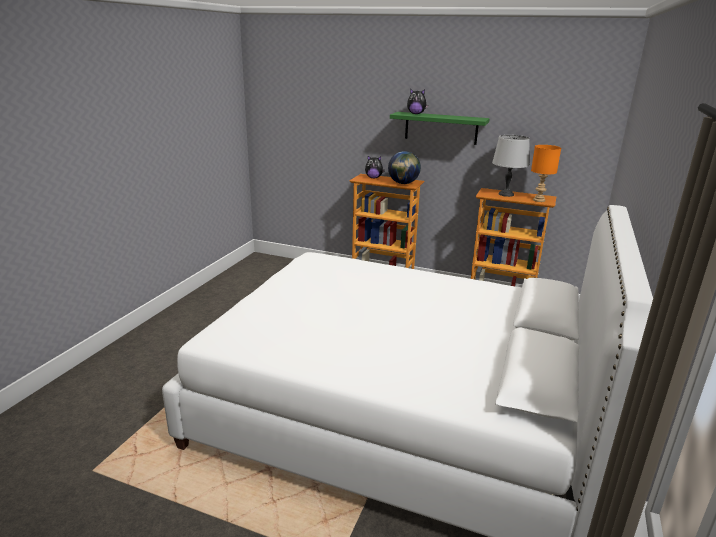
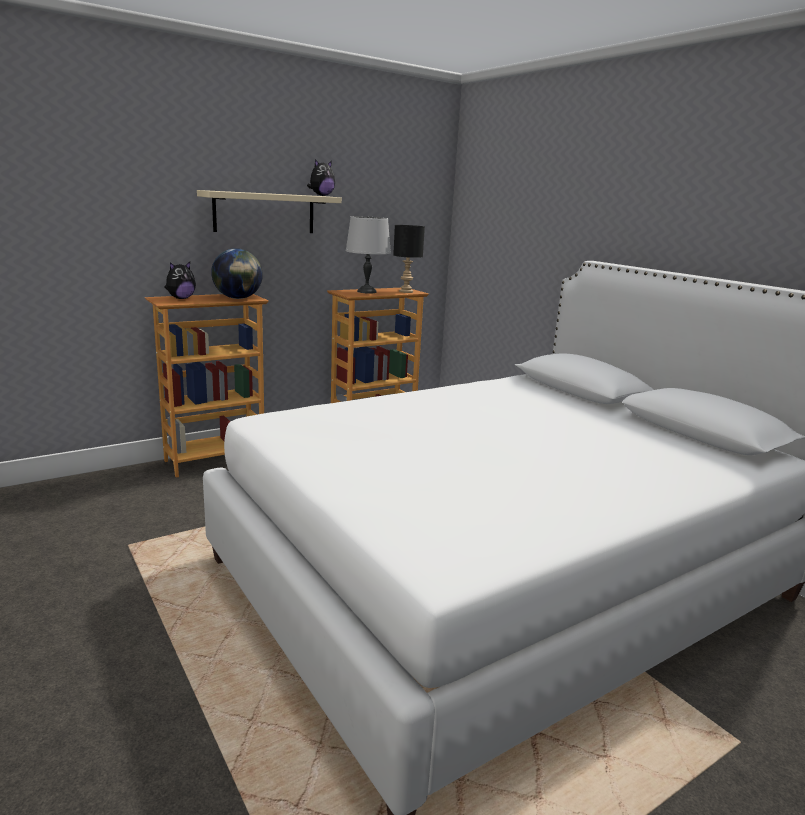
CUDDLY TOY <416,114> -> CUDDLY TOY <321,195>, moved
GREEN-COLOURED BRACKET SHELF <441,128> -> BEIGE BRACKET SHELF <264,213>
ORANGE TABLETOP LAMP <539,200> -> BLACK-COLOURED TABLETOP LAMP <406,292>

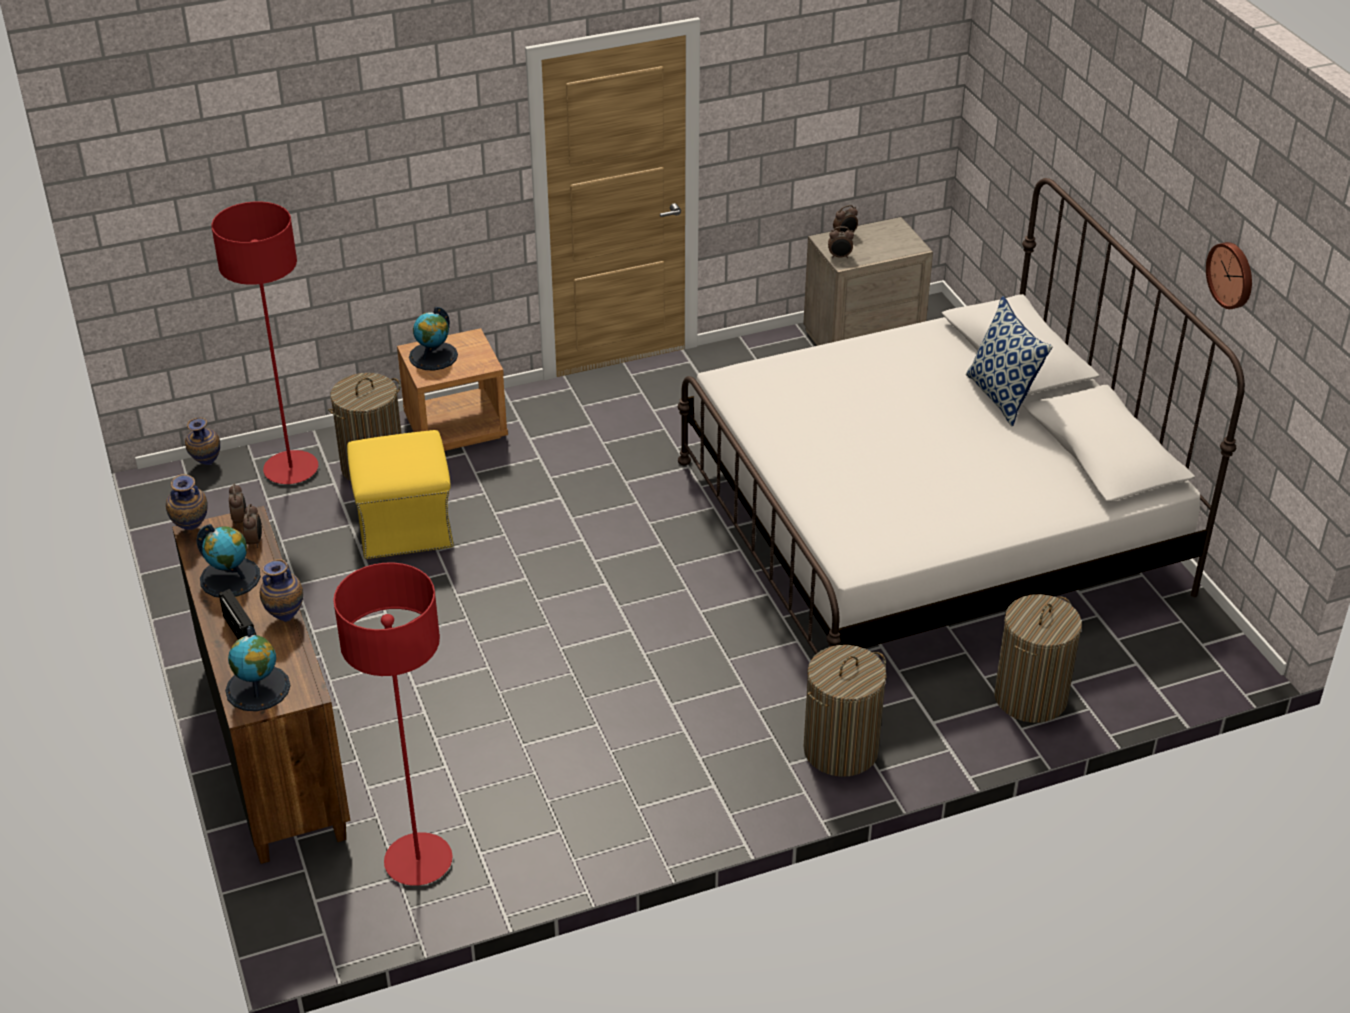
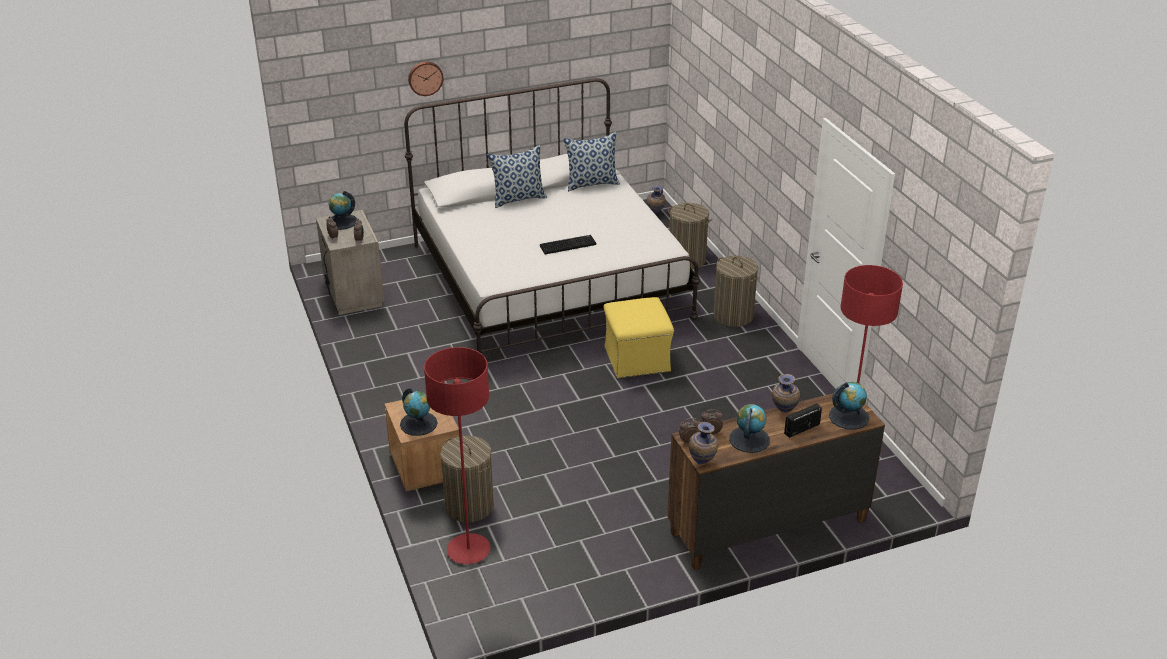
WALL CLOCK <1232,275> -> WALL CLOCK <425,78>, moved
VASE <206,464> -> VASE <655,213>, moved
YELLOW FOOTREST <406,526> -> YELLOW FOOTREST <636,359>, moved
none -> THROW PILLOW <592,184>
none -> DESK GLOBE <342,222>
none -> PC KEYBOARD <568,245>

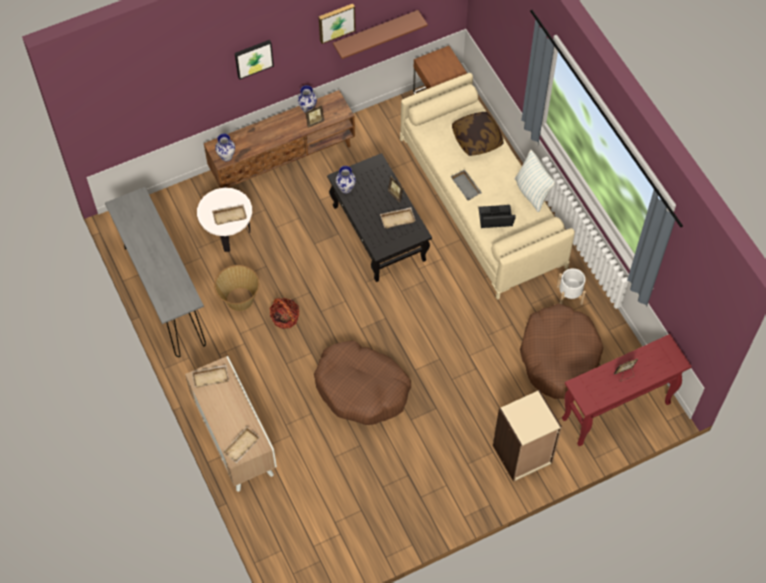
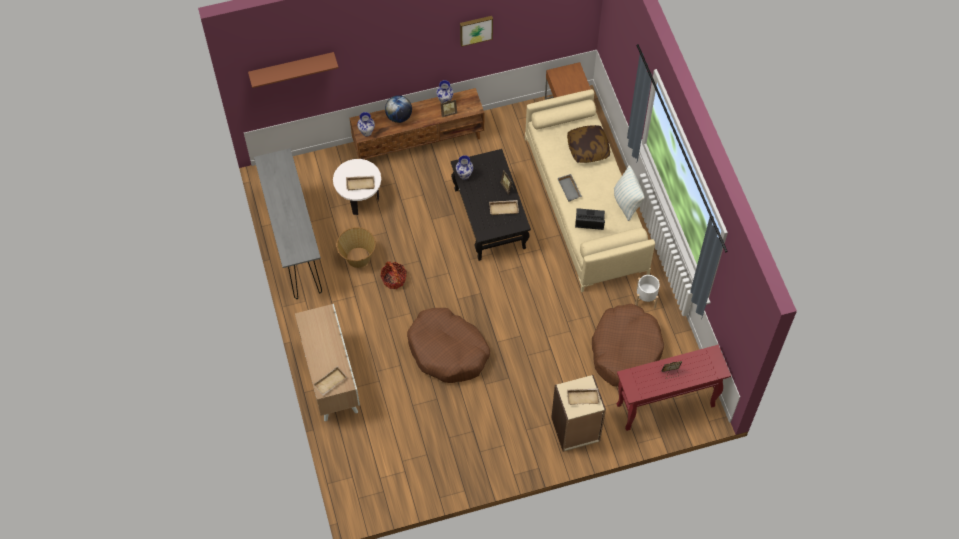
BROWN BRACKET SHELF <375,34> -> BROWN BRACKET SHELF <292,68>, moved
PICTURE <253,58> -> none
BEIGE CARRYING TRAY <211,377> -> BEIGE CARRYING TRAY <583,397>, moved
none -> DESK GLOBE <399,117>

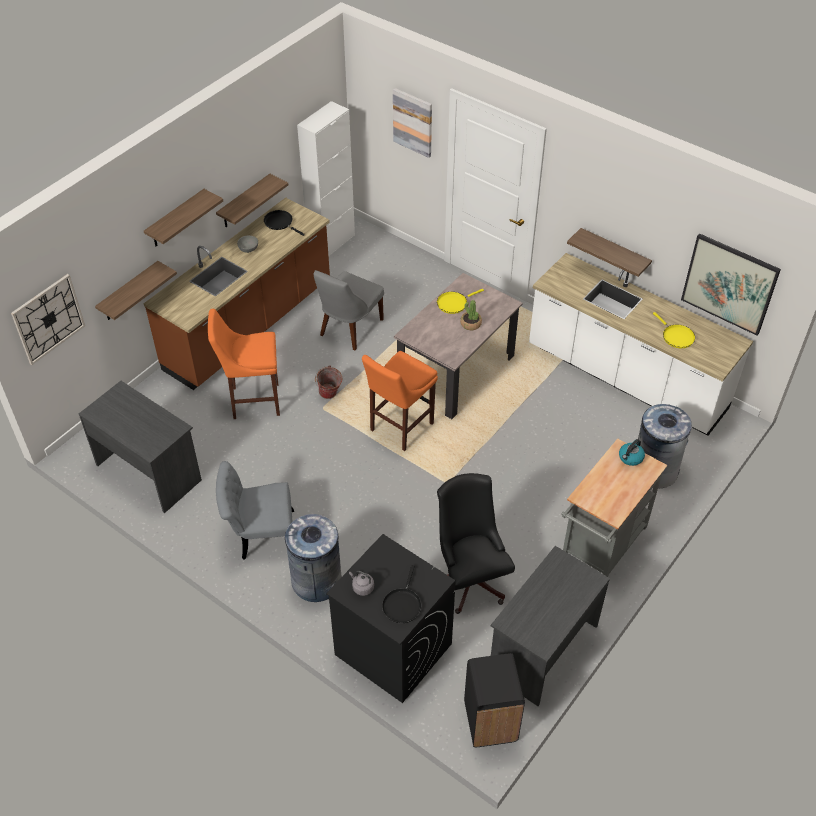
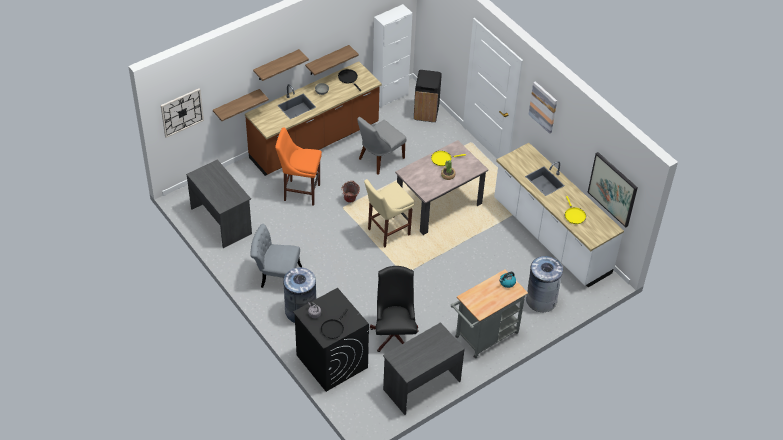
PICTURE <413,122> -> PICTURE <543,107>, moved
BRACKET SHELF <614,253> -> none
ORANGE STOOL SEAT <399,428> -> BEIGE STOOL SEAT <387,232>
BLACK-COLOURED WASTE BIN <491,721> -> BLACK-COLOURED WASTE BIN <426,112>, moved

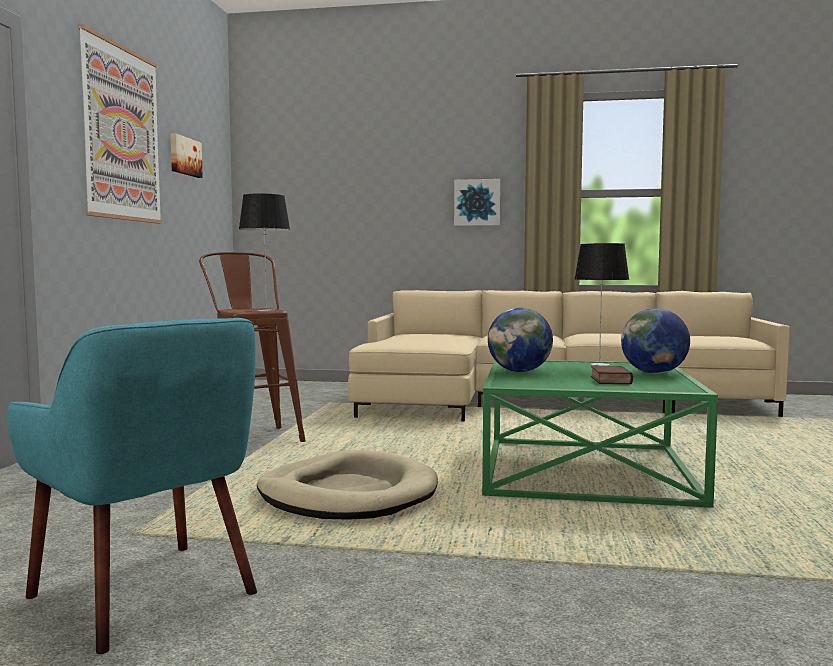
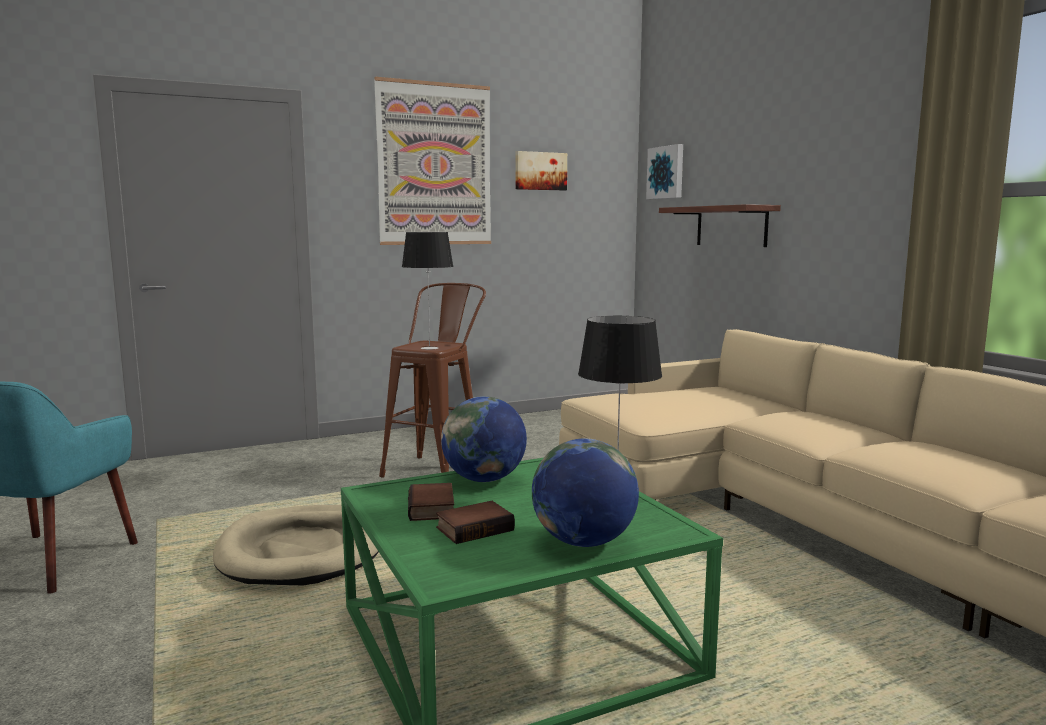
PICTURE <477,202> -> PICTURE <666,172>, moved
none -> BRACKET SHELF <731,226>
none -> VOLUME <433,508>

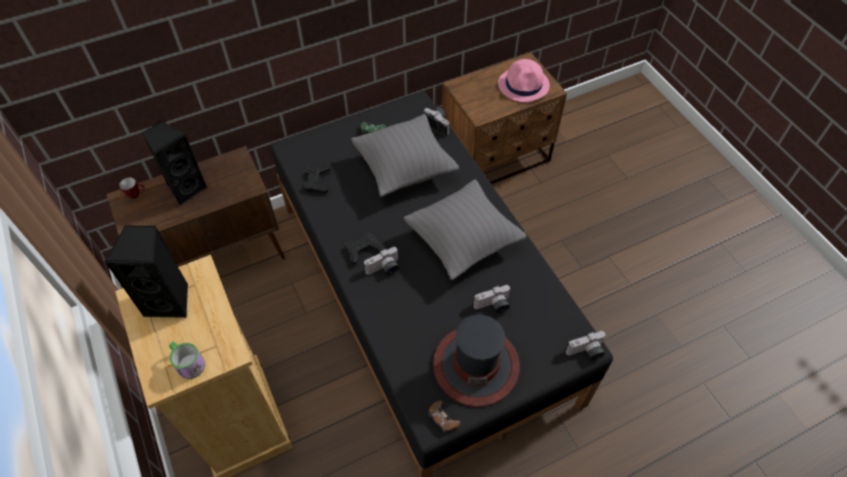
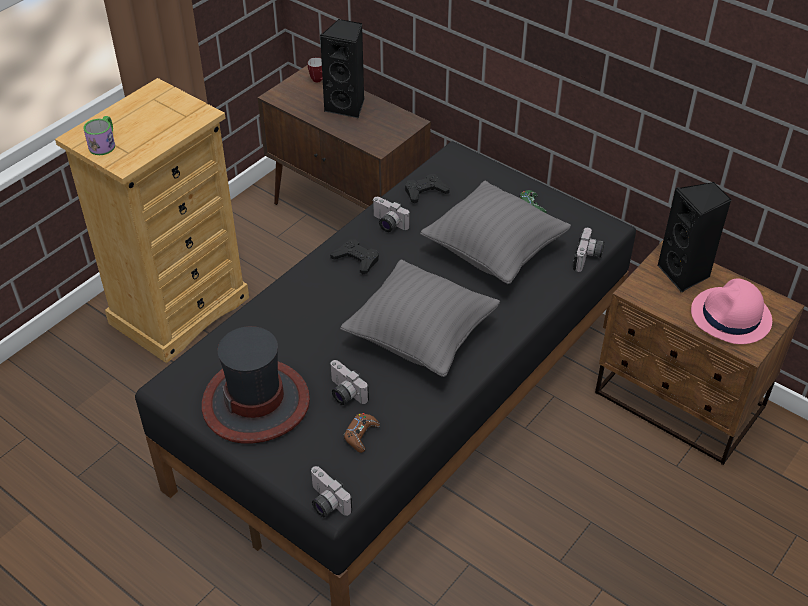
BLACK-COLOURED SPEAKER <170,300> -> BLACK-COLOURED SPEAKER <685,274>, moved
PHOTO CAMERA <384,269> -> PHOTO CAMERA <387,224>, moved
BROWN GAME CONTROLLER <443,418> -> BROWN GAME CONTROLLER <361,435>, moved

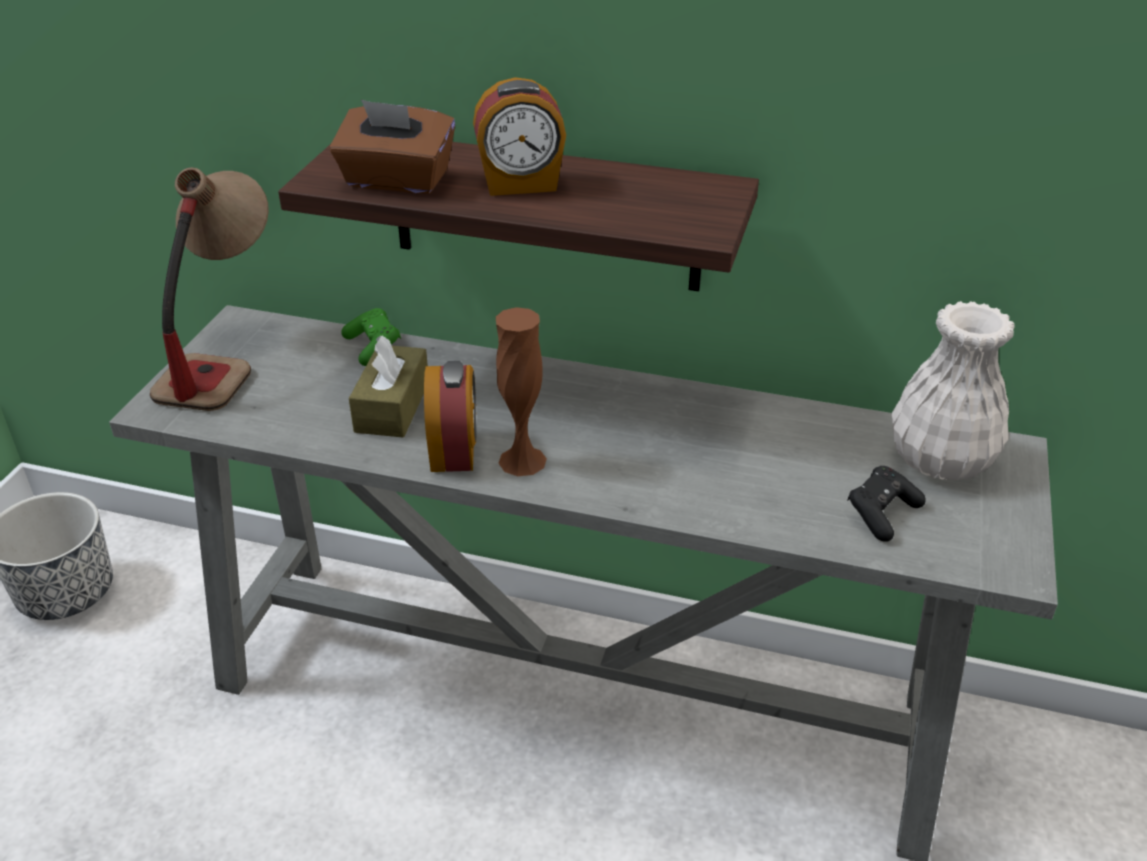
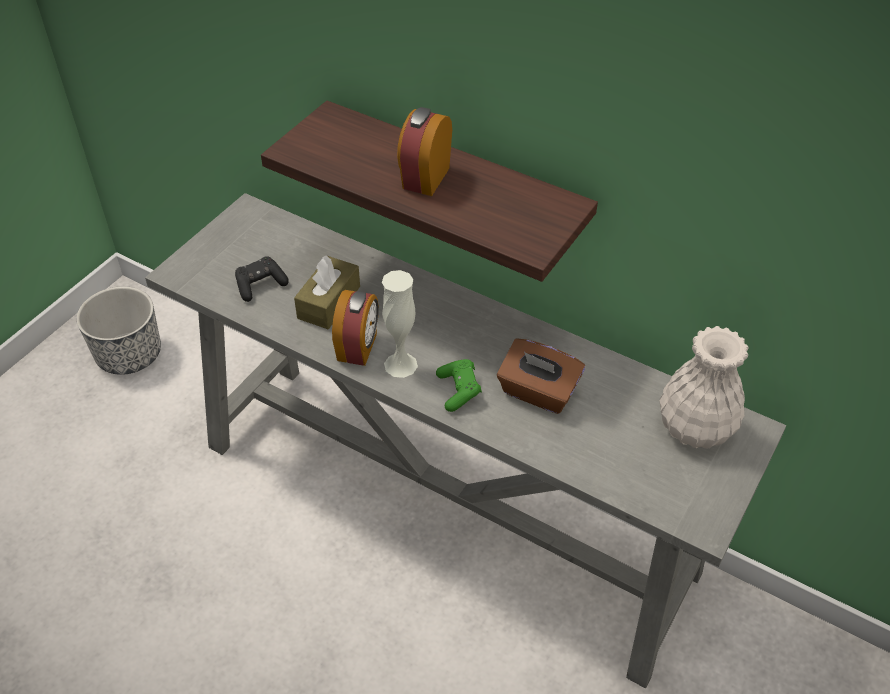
ALARM CLOCK <521,184> -> ALARM CLOCK <424,178>, 105 degrees clockwise
BROWN TISSUE HOLDER <397,181> -> BROWN TISSUE HOLDER <537,392>, moved
TABLETOP LAMP <223,358> -> none
BROWN VASE <522,460> -> WHITISH VASE <400,365>
GREEN-COLOURED GAME CONTROLLER <373,347> -> GREEN-COLOURED GAME CONTROLLER <459,390>, moved
BLACK-COLOURED GAME CONTROLLER <881,513> -> BLACK-COLOURED GAME CONTROLLER <260,285>, moved

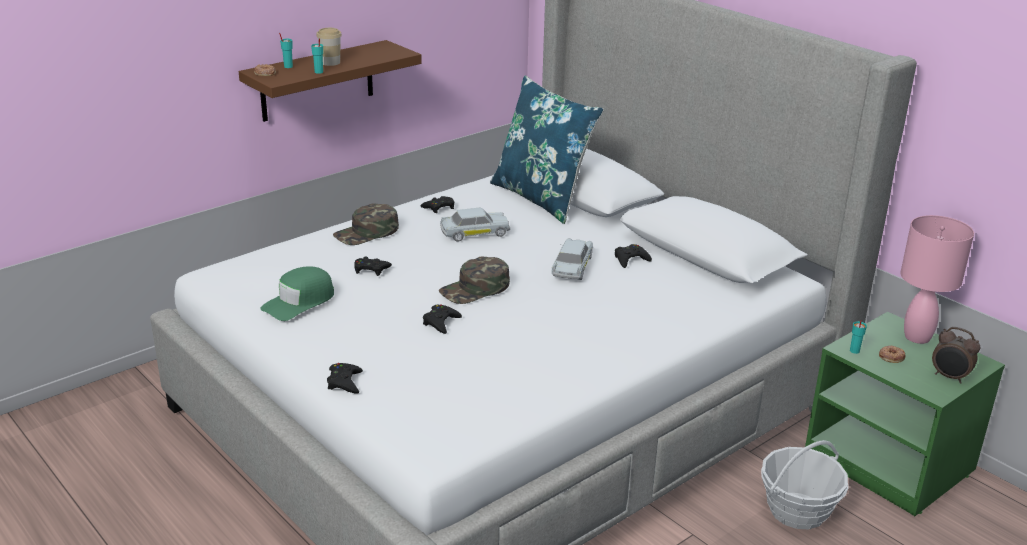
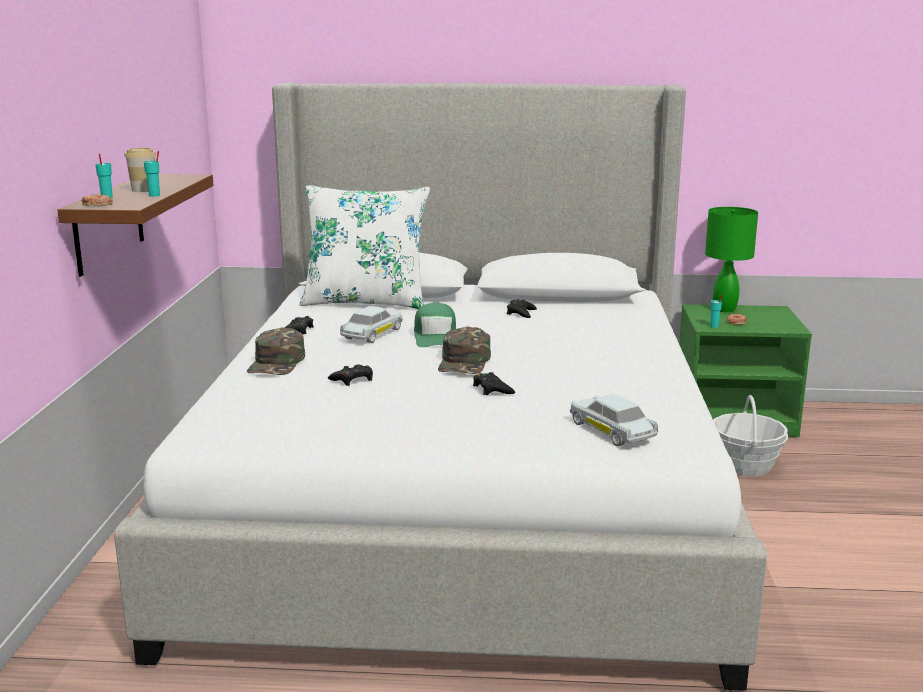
BLUE THROW PILLOW <542,198> -> WHITISH THROW PILLOW <366,302>
PINK TABLETOP LAMP <918,337> -> GREEN-COLOURED TABLETOP LAMP <725,309>
WHITISH TOY CAR <572,267> -> WHITISH TOY CAR <611,431>, moved
GREEN-COLOURED PEAKED CAP <299,302> -> GREEN-COLOURED PEAKED CAP <436,336>, moved
ALARM CLOCK <949,377> -> none
BLACK-COLOURED GAME CONTROLLER <344,382> -> none

